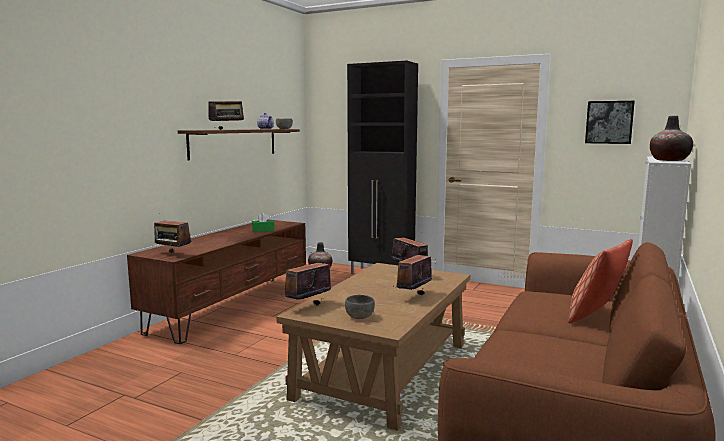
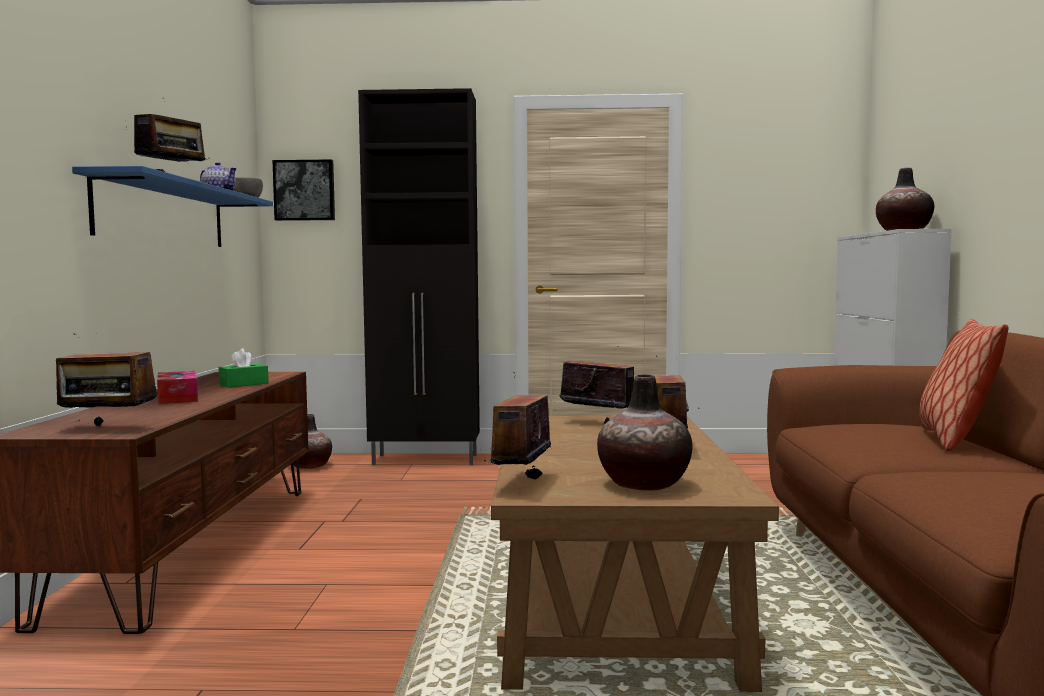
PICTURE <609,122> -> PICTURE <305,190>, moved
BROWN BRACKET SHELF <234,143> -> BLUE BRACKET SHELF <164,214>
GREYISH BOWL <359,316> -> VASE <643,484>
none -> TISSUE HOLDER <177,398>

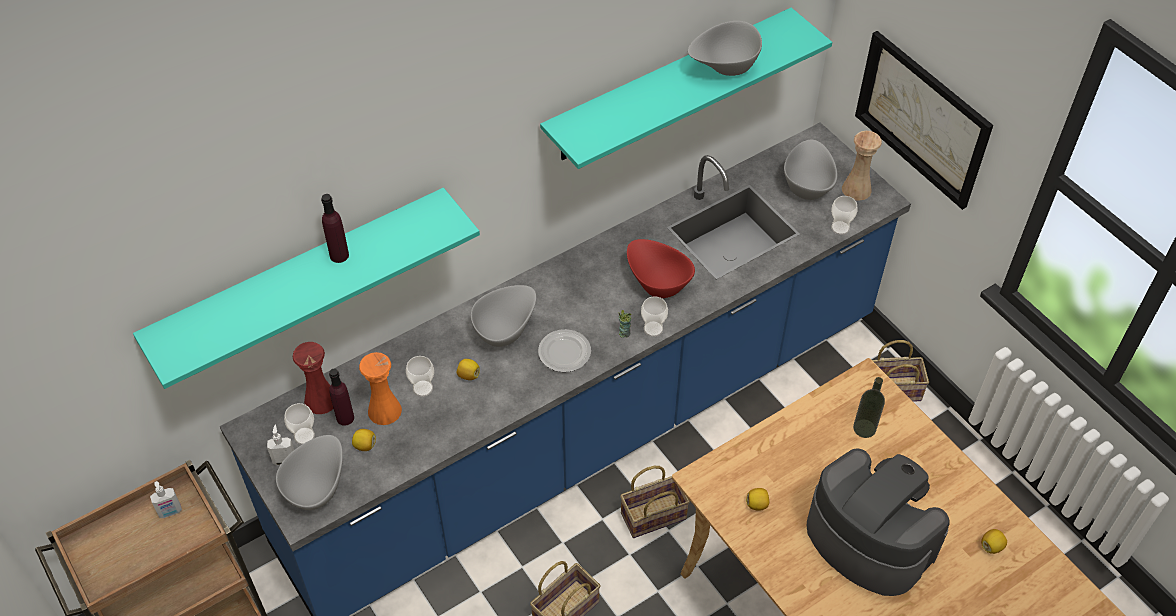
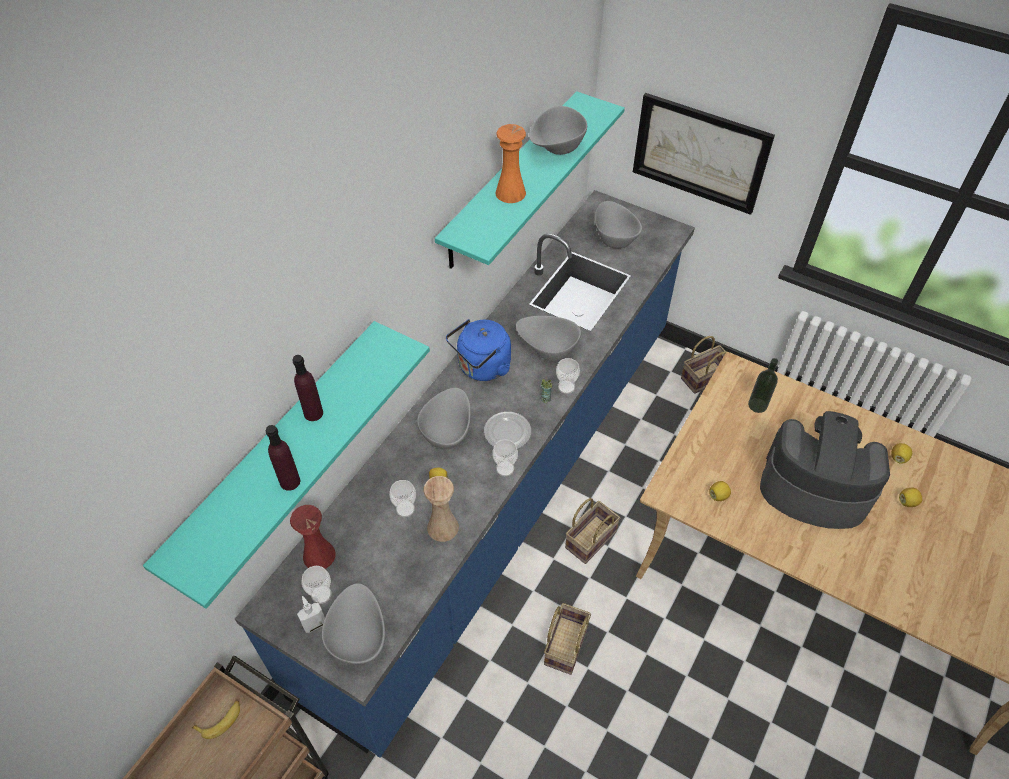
BEIGE VASE <856,189> -> BEIGE VASE <443,527>, moved
CUP <840,228> -> CUP <505,468>, moved
RED-COLOURED BOWL <657,282> -> GREYISH BOWL <547,349>
ORANGE VASE <384,410> -> ORANGE VASE <510,193>, moved
PURPLE BEVERAGE BOTTLE <345,418> -> PURPLE BEVERAGE BOTTLE <290,481>, moved
WHOLE LEMON <365,445> -> WHOLE LEMON <907,502>, moved
SOAP DISPENSER <170,512> -> WHOLE BANANA <221,720>
none -> BLUE TEA KETTLE <481,368>

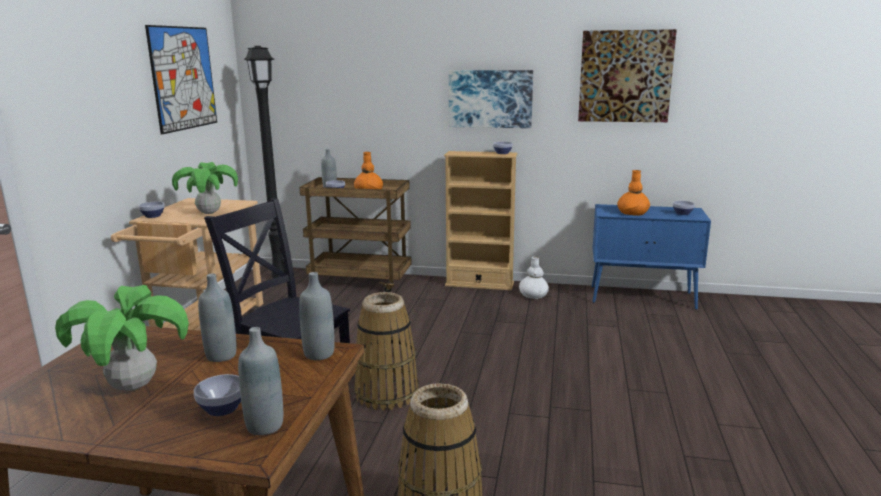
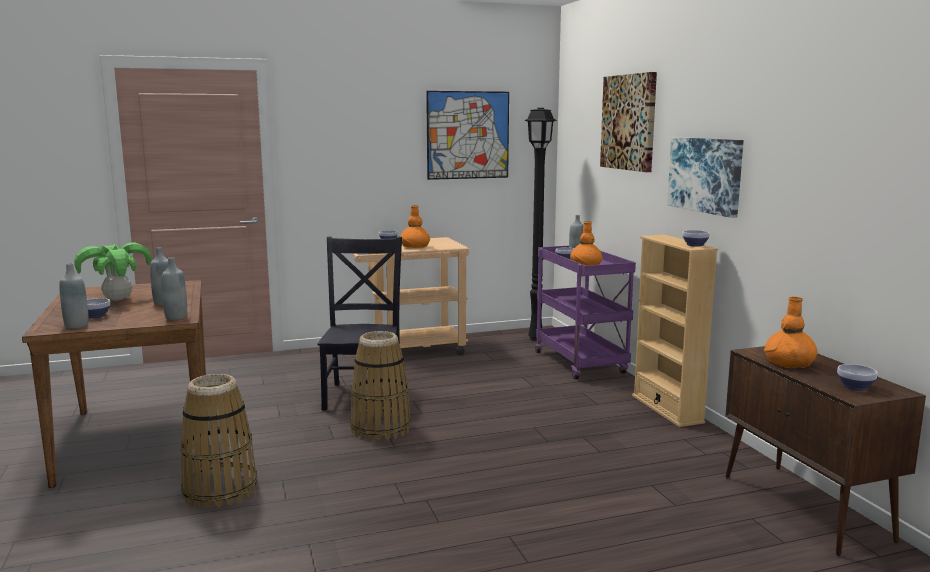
PICTURE <625,76> -> PICTURE <629,122>, moved
POTTED PLANT <209,213> -> ORANGE VASE <415,247>
BROWN WHEELED CART <361,281> -> PURPLE WHEELED CART <581,363>
BLUE CUPBOARD <643,298> -> BROWN CUPBOARD <806,508>
WHITISH VASE <533,295> -> none

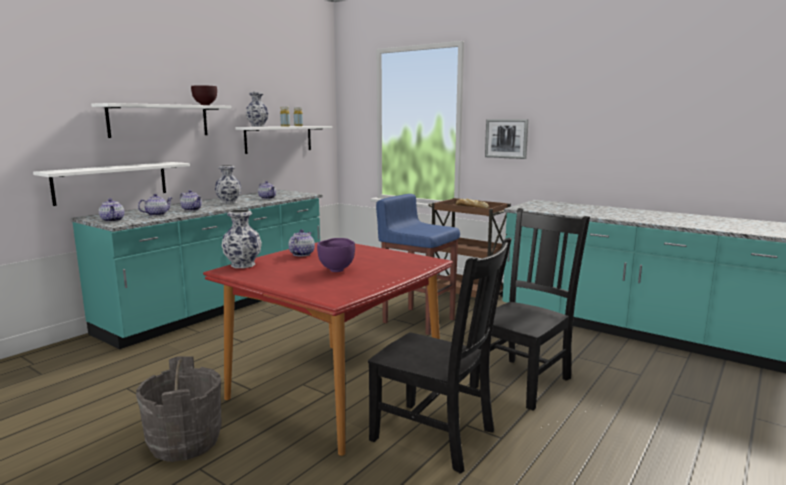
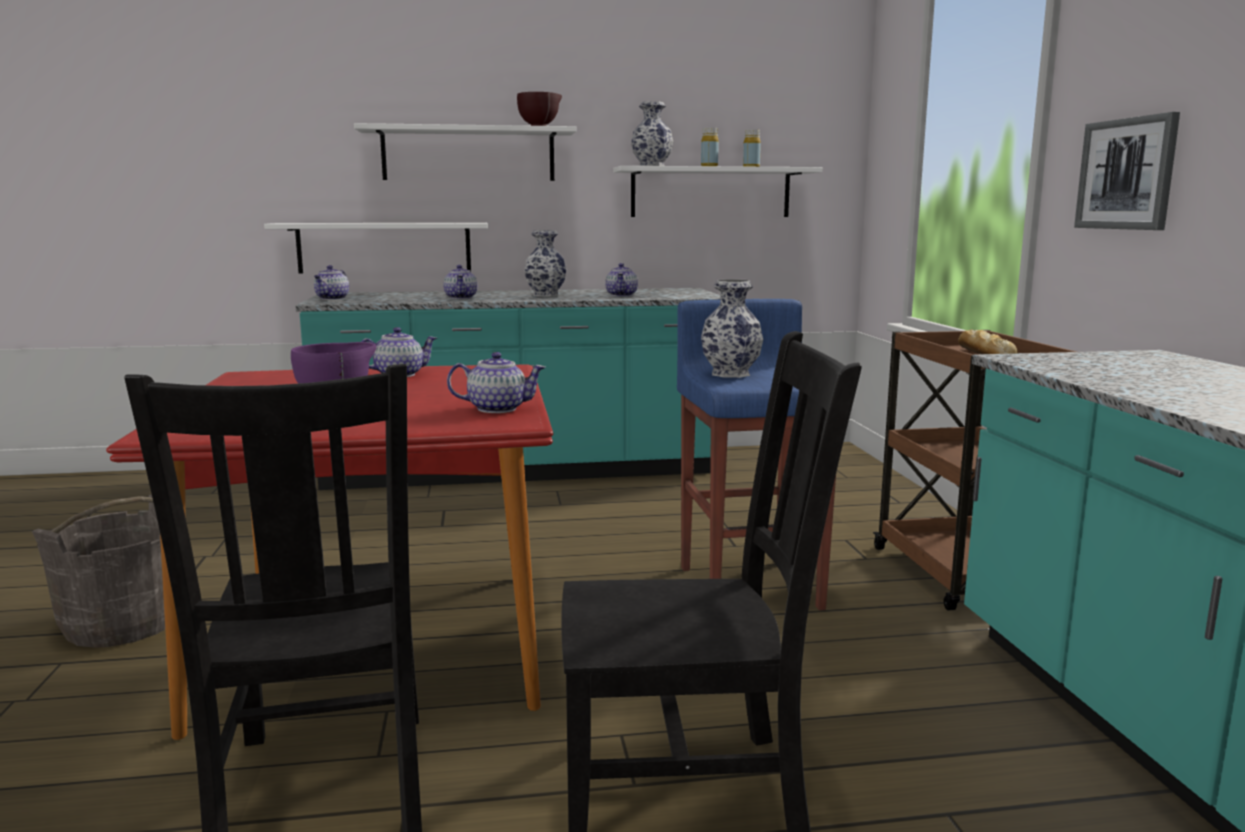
POT FOR TEA <157,214> -> POT FOR TEA <498,408>, moved
VASE <243,265> -> VASE <730,374>, moved

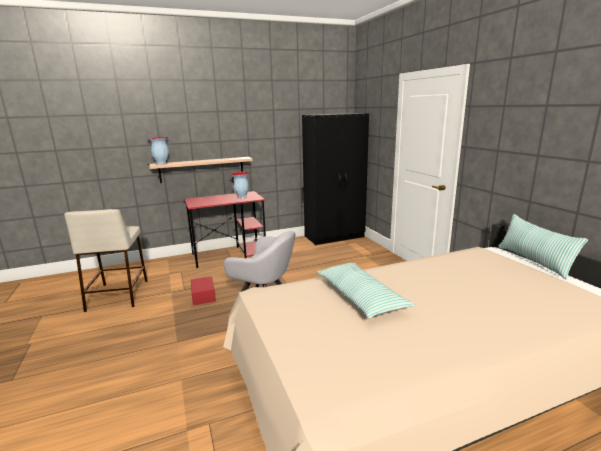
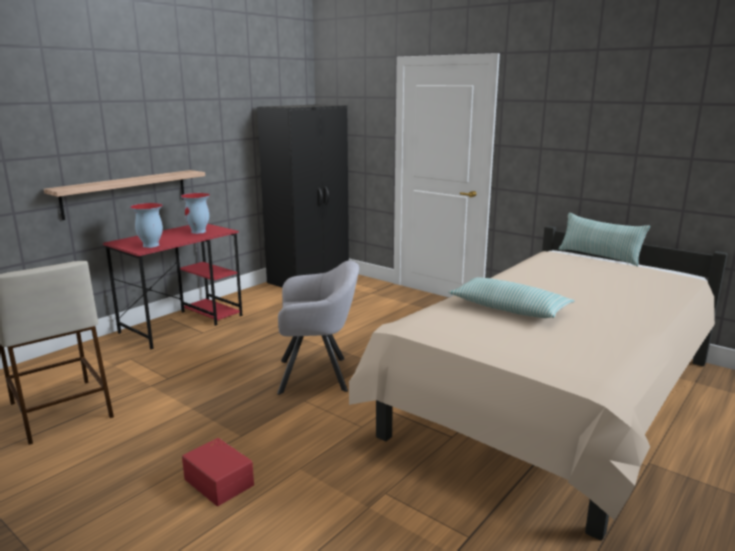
VASE <161,163> -> VASE <150,245>, moved
RED-COLOURED STORAGE BOX <204,296> -> RED-COLOURED STORAGE BOX <220,481>, moved

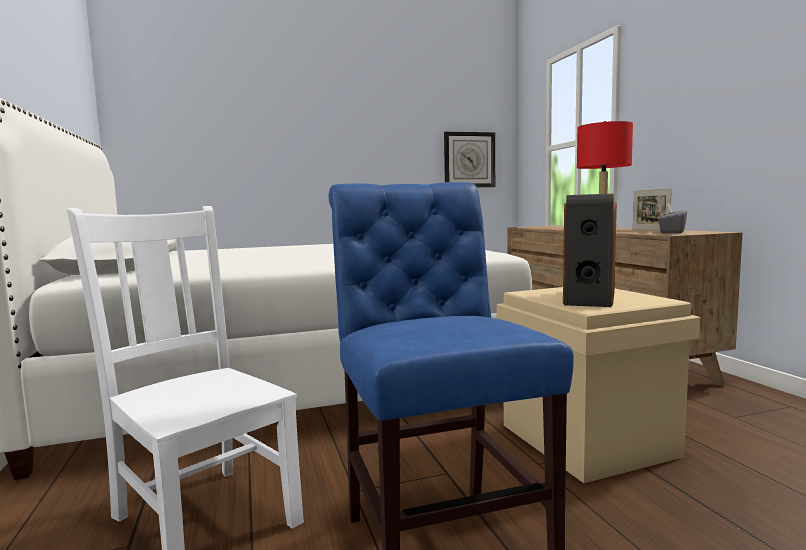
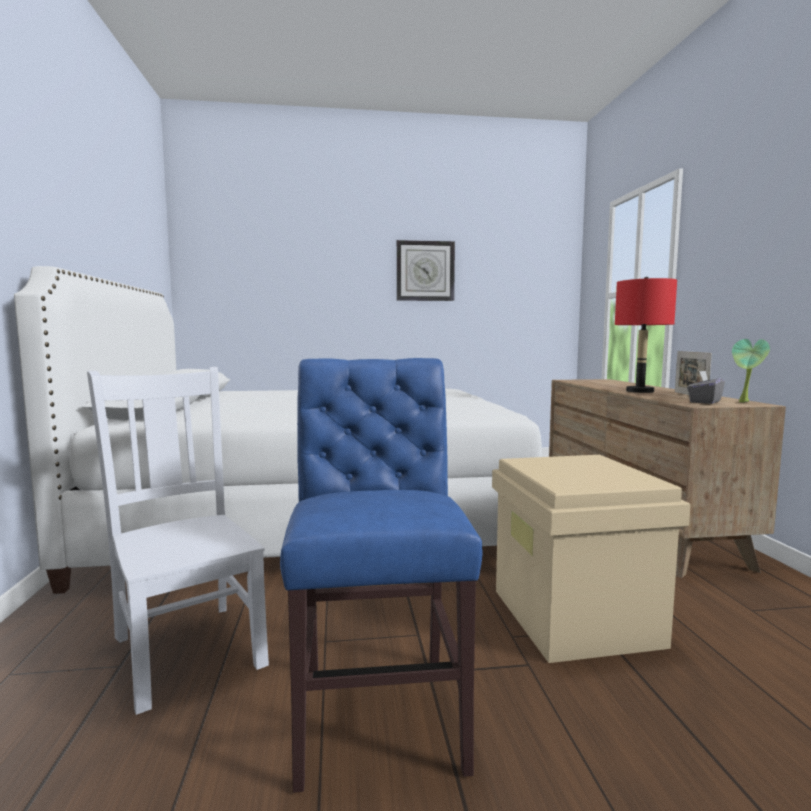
WALL CLOCK <469,160> -> WALL CLOCK <425,271>, moved
SPEAKER <588,298> -> none
none -> POTTED PLANT <745,402>

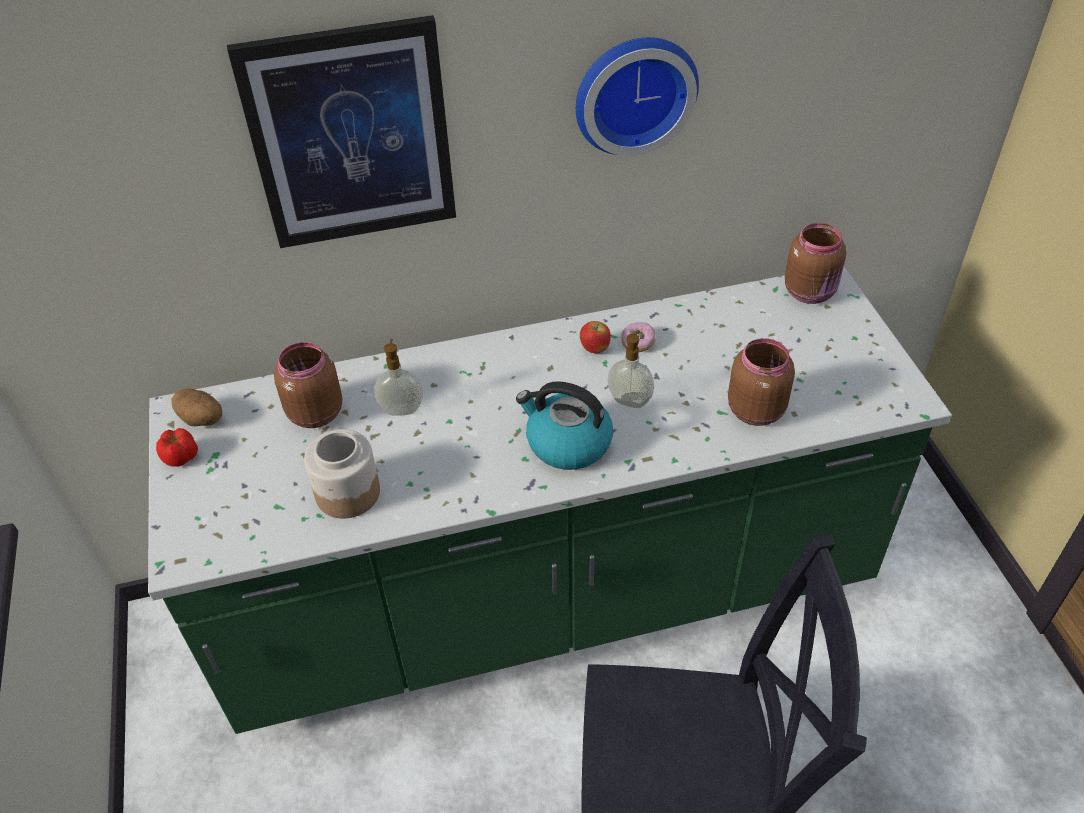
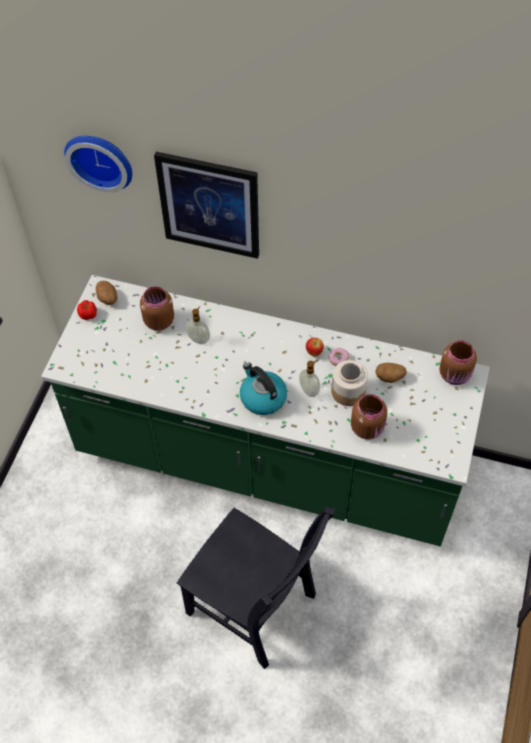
WALL CLOCK <633,92> -> WALL CLOCK <101,159>, moved
STORAGE JAR <347,493> -> STORAGE JAR <348,391>, moved
none -> WHOLE POTATO <390,377>

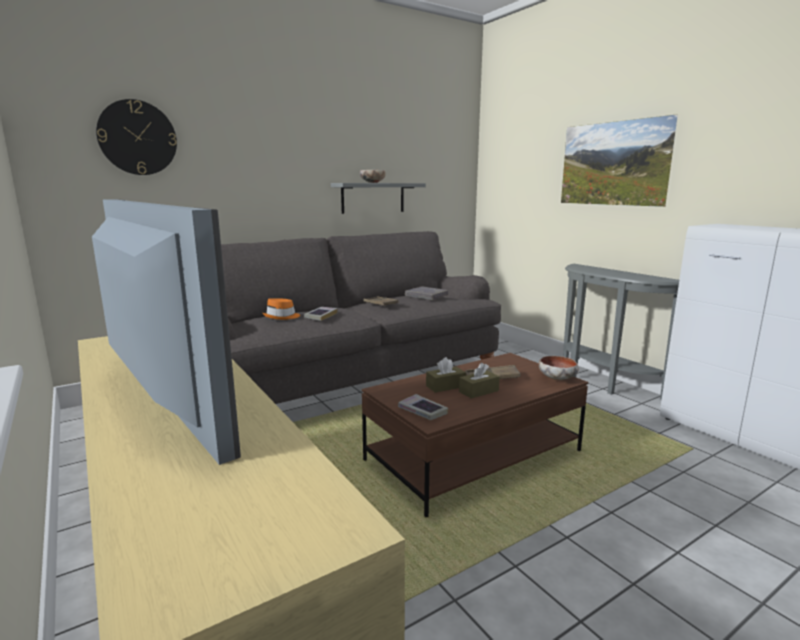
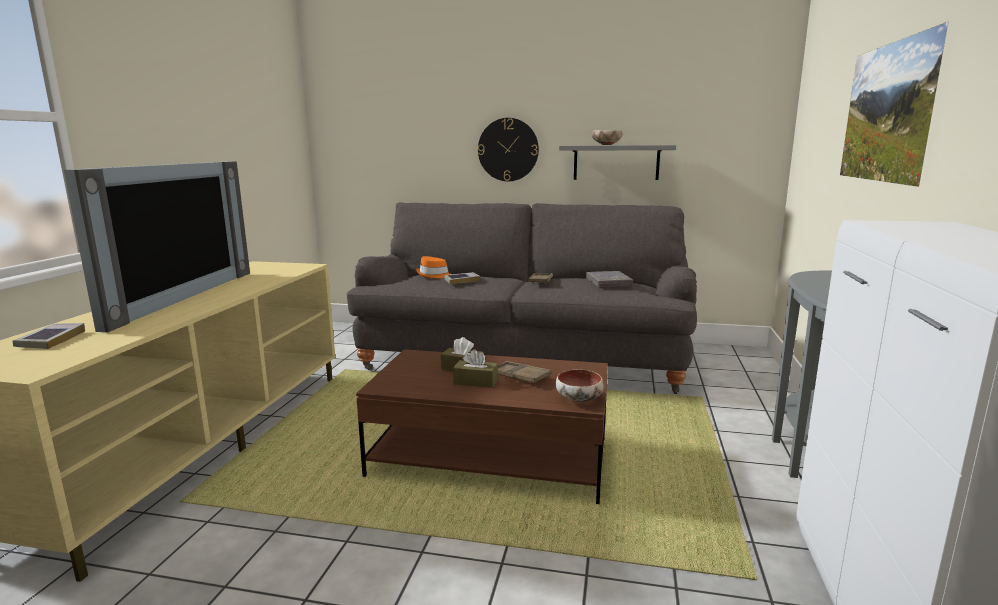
WALL CLOCK <137,138> -> WALL CLOCK <508,149>, moved
VOLUME <422,411> -> VOLUME <51,340>, moved

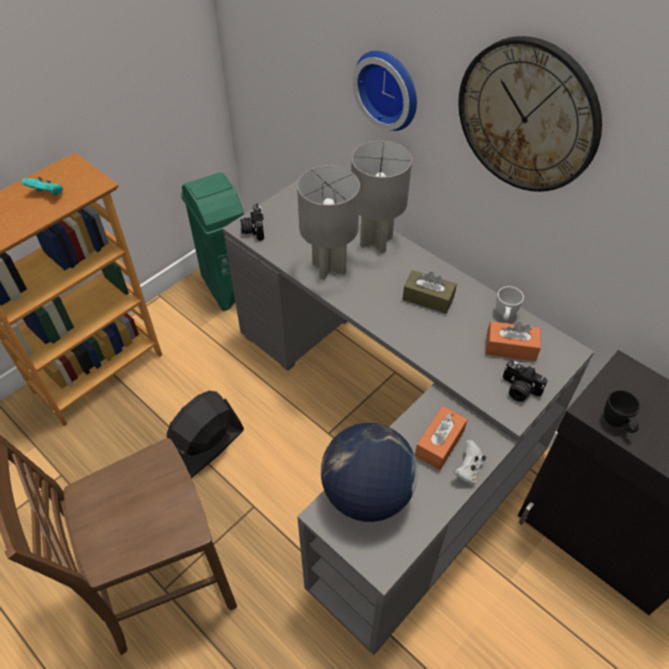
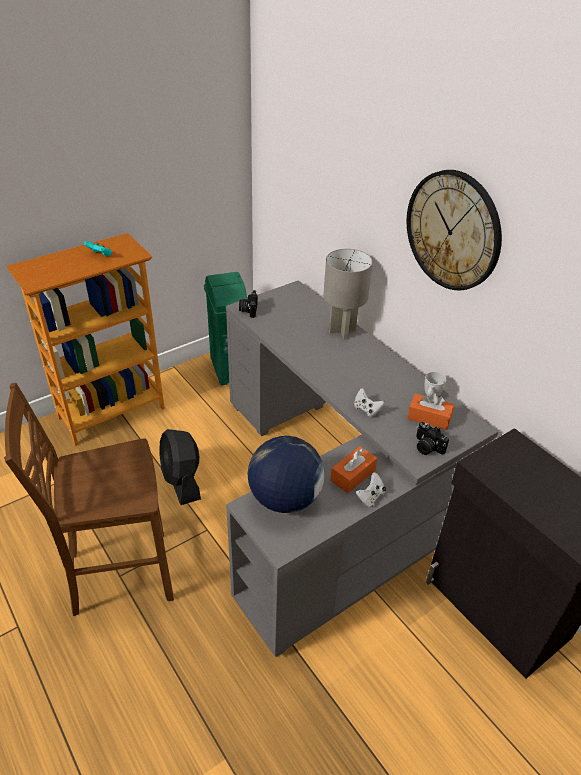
WALL CLOCK <389,88> -> none
GREYISH TABLETOP LAMP <328,268> -> none
BROWN TISSUE HOLDER <428,298> -> none
BLACK-COLOURED MUG <617,424> -> none
BLACK-COLOURED COOLING FAN <208,447> -> BLACK-COLOURED COOLING FAN <182,480>, 75 degrees counterclockwise
none -> WHITISH GAME CONTROLLER <367,409>

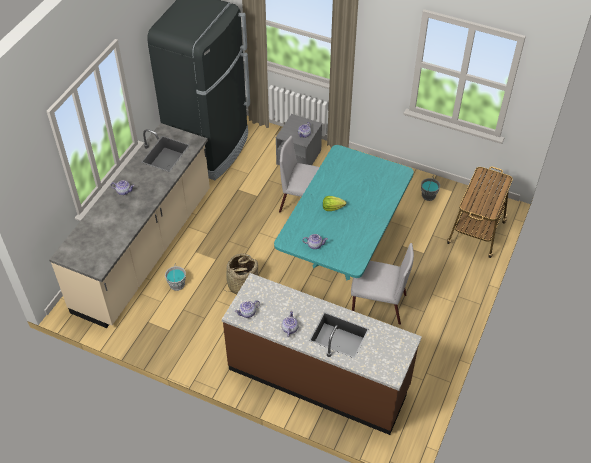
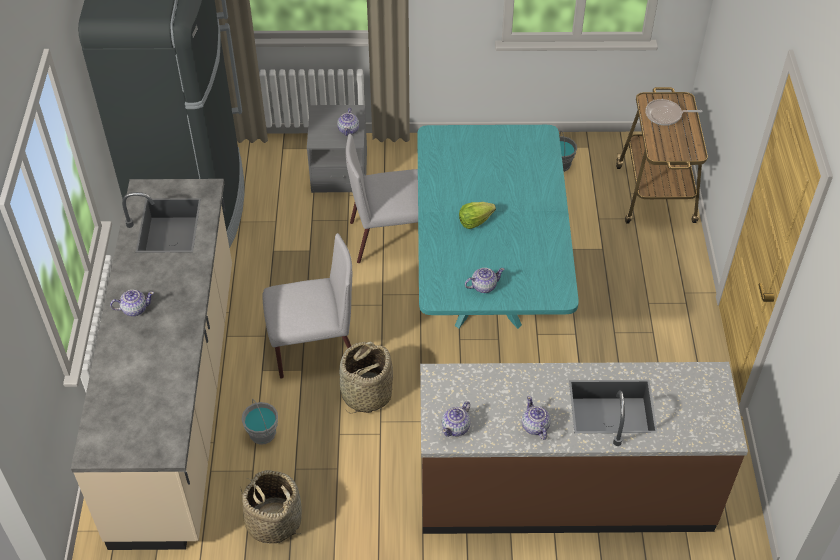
GREYISH PLAIN CHAIR <377,304> -> GREYISH PLAIN CHAIR <313,348>, moved
none -> SKILLET <665,115>
none -> BASKET <273,521>

